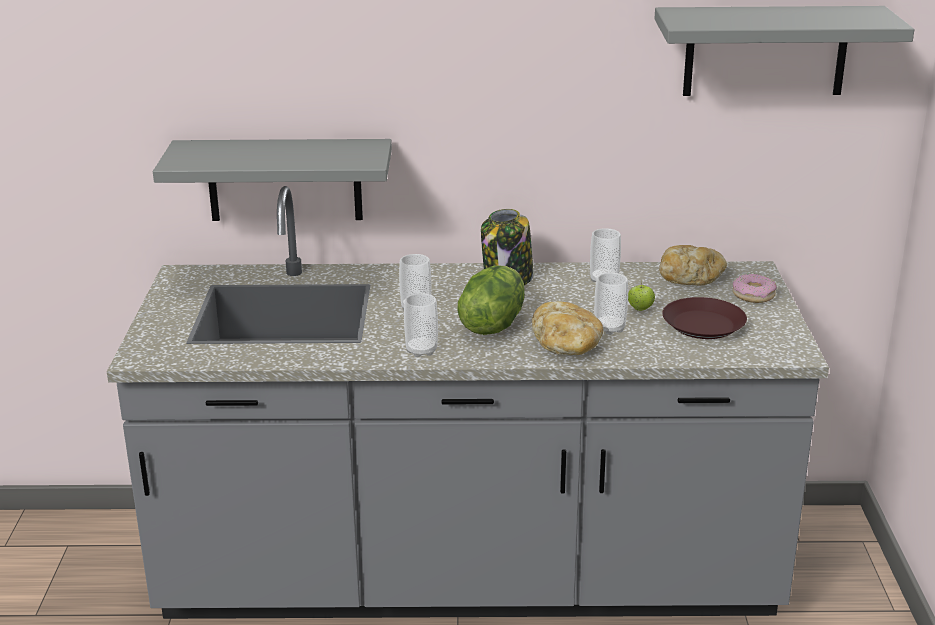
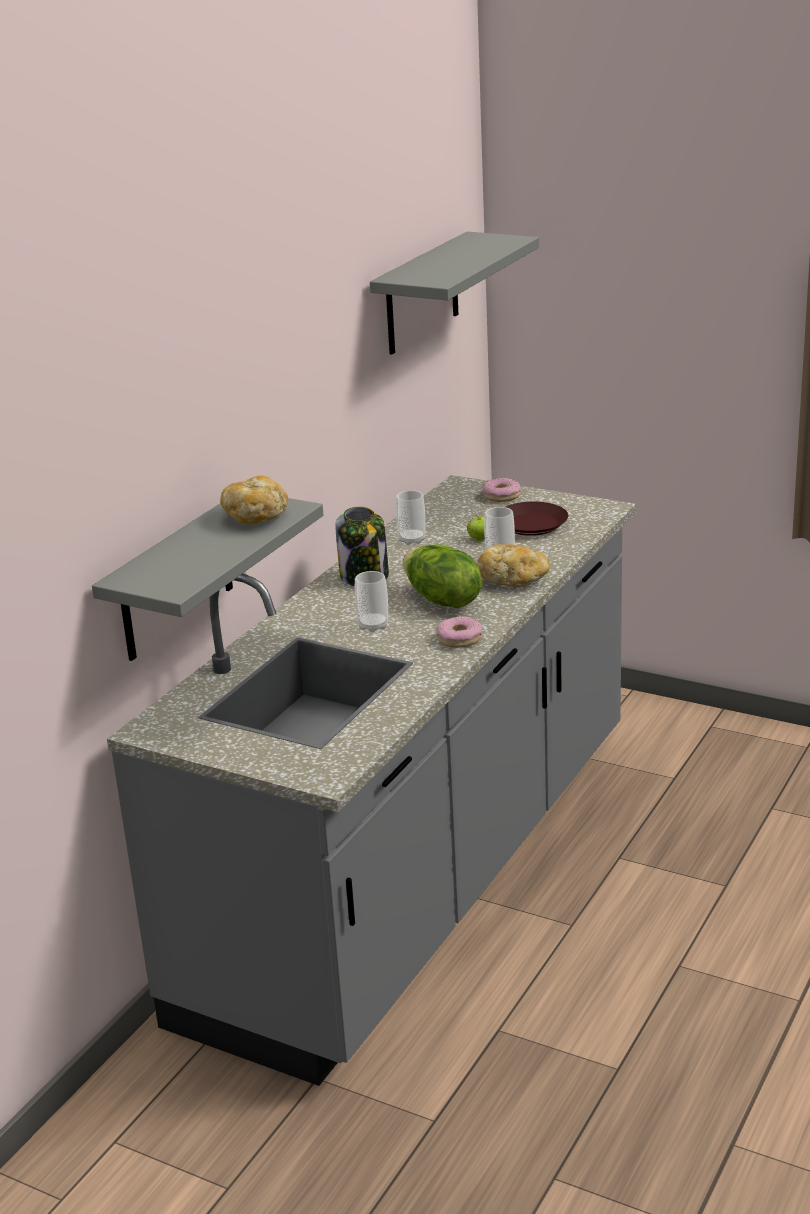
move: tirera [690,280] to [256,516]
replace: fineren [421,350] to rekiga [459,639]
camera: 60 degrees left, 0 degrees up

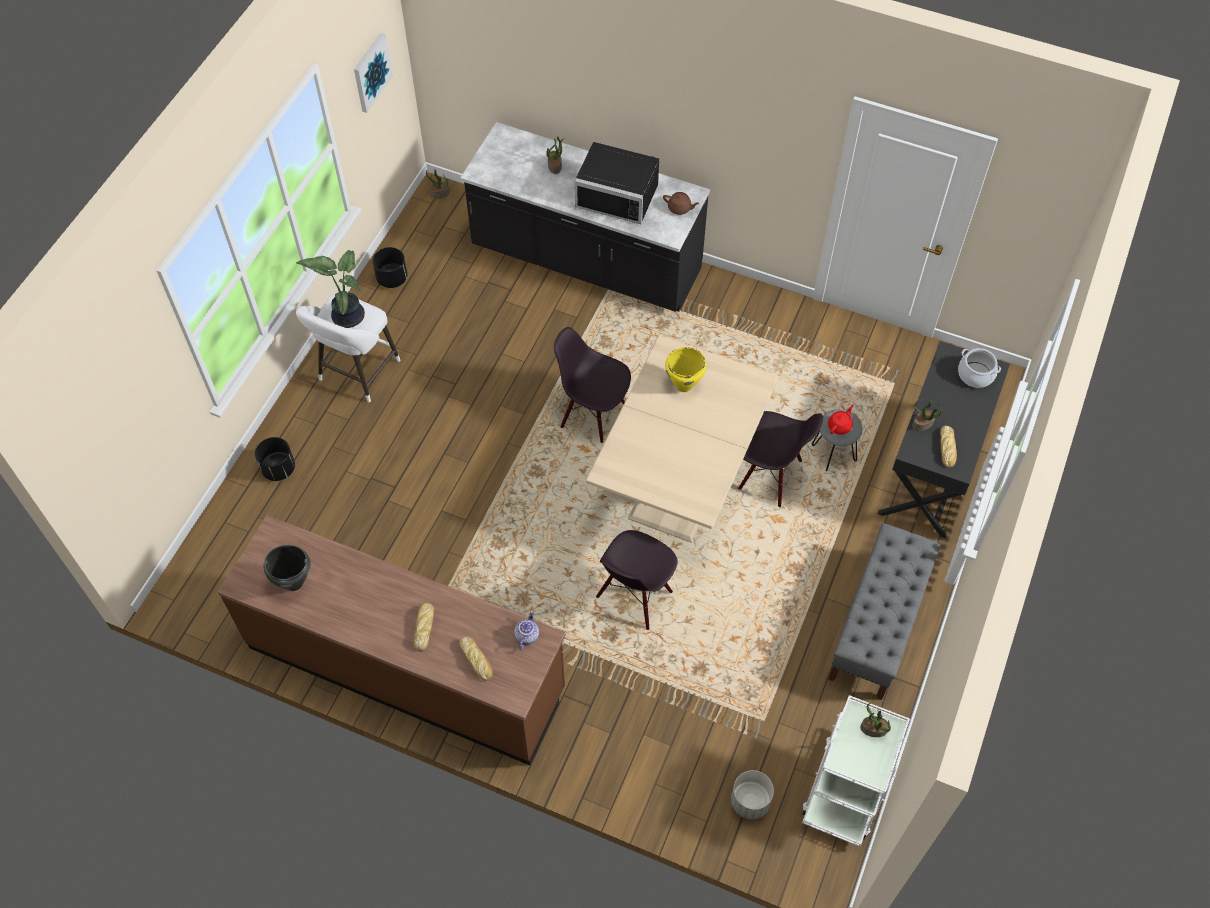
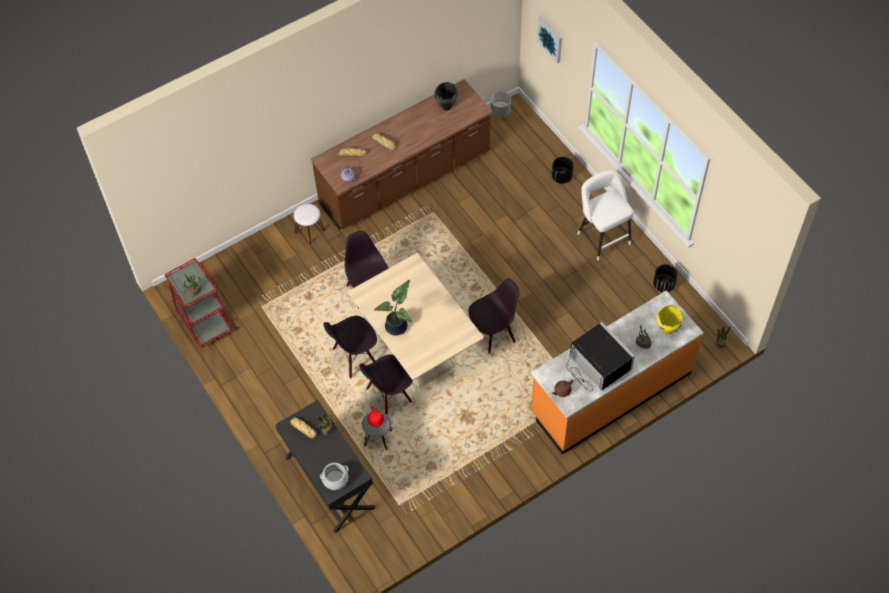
delete: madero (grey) [877,626]
insert: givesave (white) [309,231]; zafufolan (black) [354,357]
move: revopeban [347,315] to [397,327]; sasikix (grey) [750,801] to [500,111]; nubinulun [371,72] to [550,39]; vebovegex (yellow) [683,385] to [667,330]
recolor: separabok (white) [846,788] to separabok (red) [203,320]; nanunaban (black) [586,261] to nanunaban (orange) [610,392]
rotate: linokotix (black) [619,193] = [596,365] 90 degrees clockwise
camera: 125 degrees right, 0 degrees up

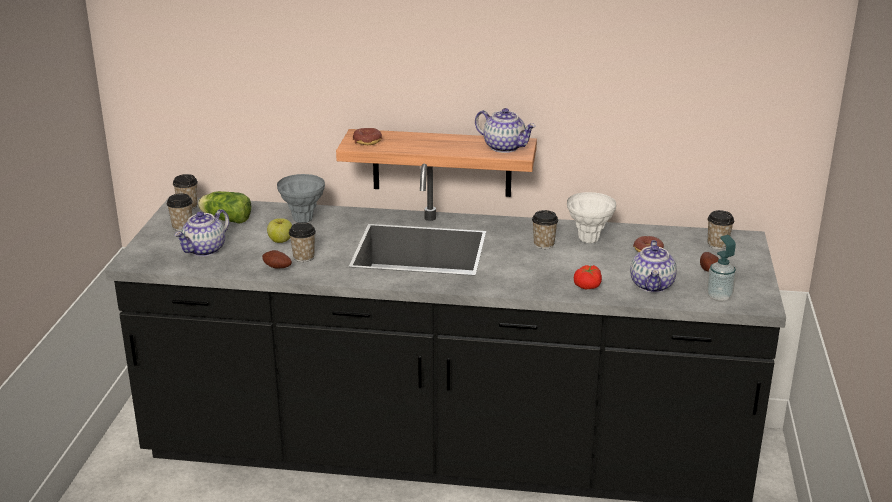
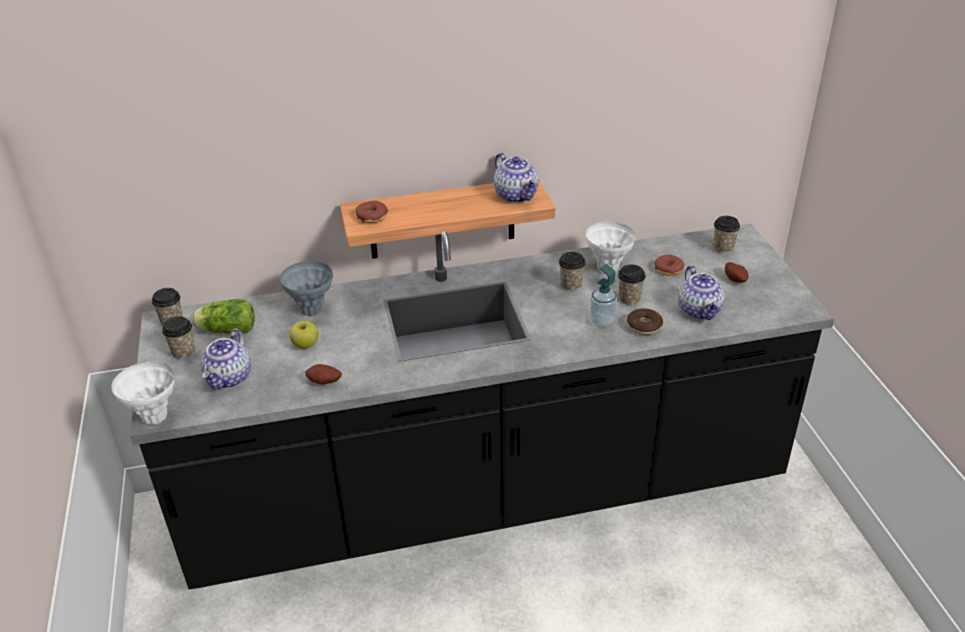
insert: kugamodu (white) [154,418]
move: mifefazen [719,296] to [602,320]; fineren [303,257] to [629,299]
replace: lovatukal [588,286] to rekiga [644,326]
rotate: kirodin [505,147] = [517,195] 45 degrees clockwise
camera: 20 degrees left, 10 degrees up

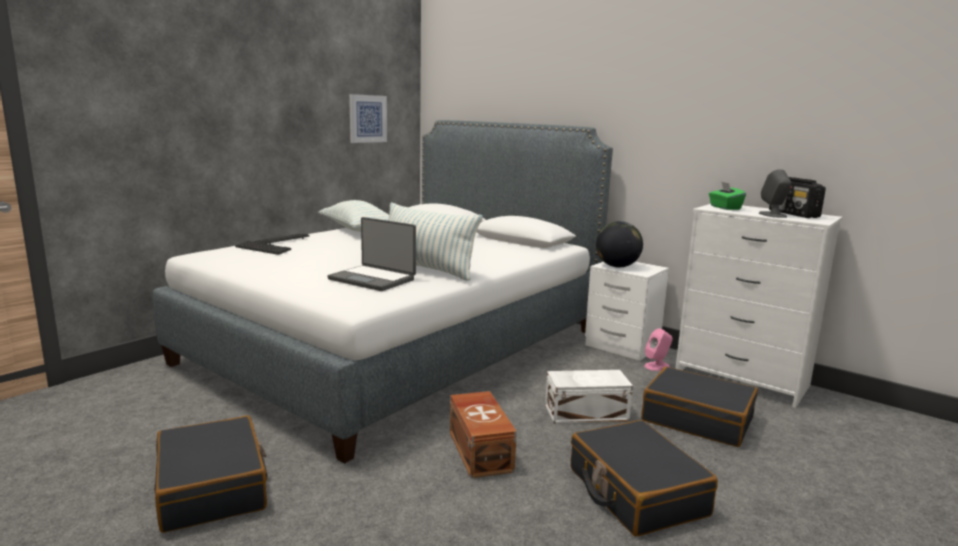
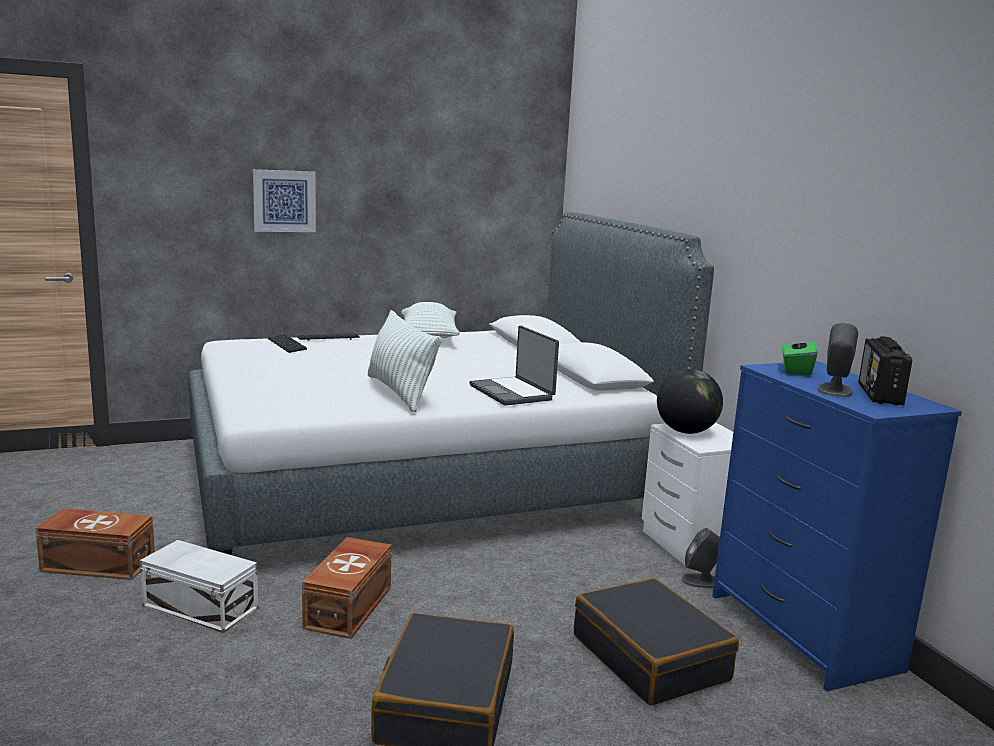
move: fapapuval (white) [584,412] to [200,606]; nubinulun [367,118] to [284,201]; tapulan [373,279] to [512,392]
replace: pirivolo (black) [213,488] to fapapuval (brown) [98,563]
recolor: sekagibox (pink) [657,366] to sekagibox (grey) [701,581]; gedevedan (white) [741,379] to gedevedan (blue) [801,632]
camera: 30 degrees right, 0 degrees up

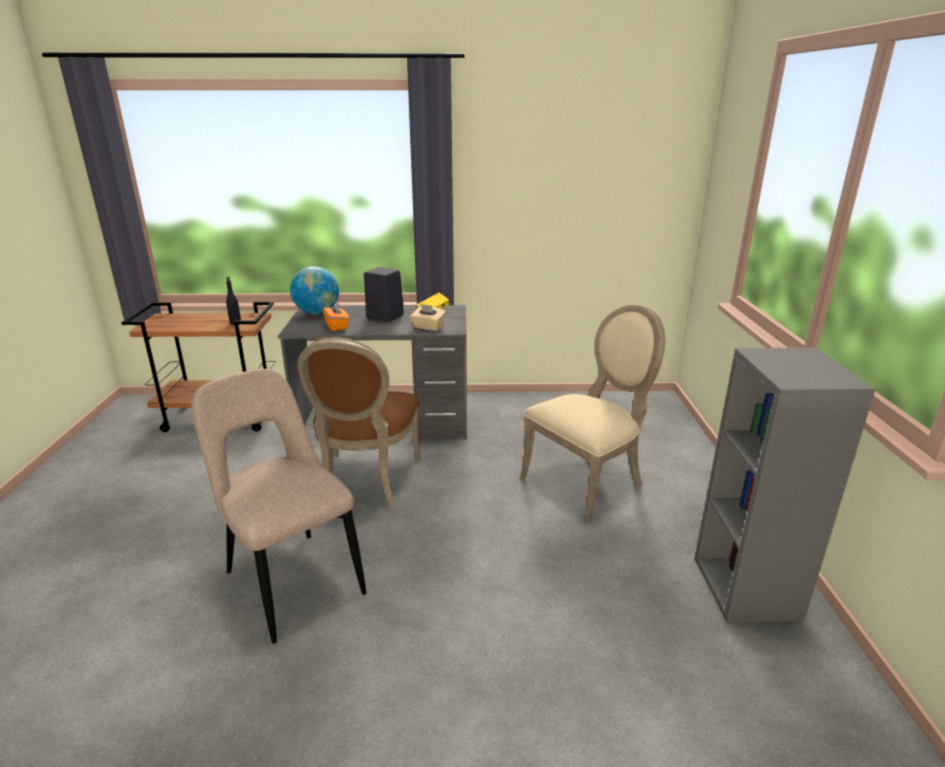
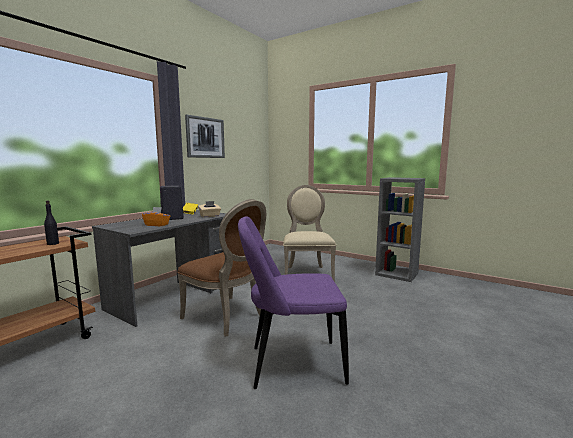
delete: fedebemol [317,313]
insert: nubinulun [205,137]
recolor: zafufolan (beige) [291,579] to zafufolan (purple) [291,364]
camera: 55 degrees left, 15 degrees down

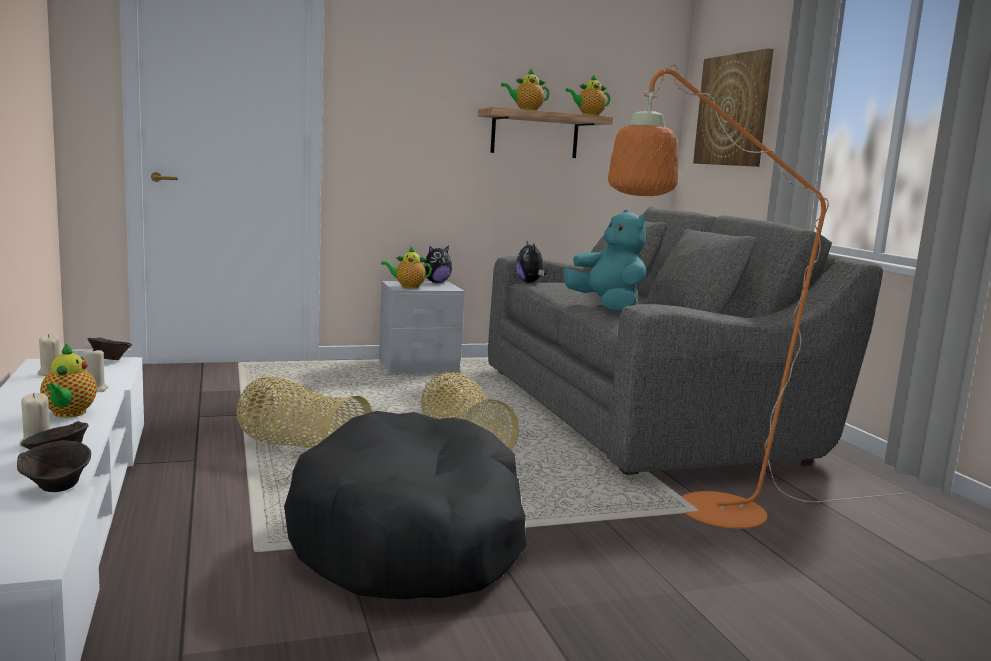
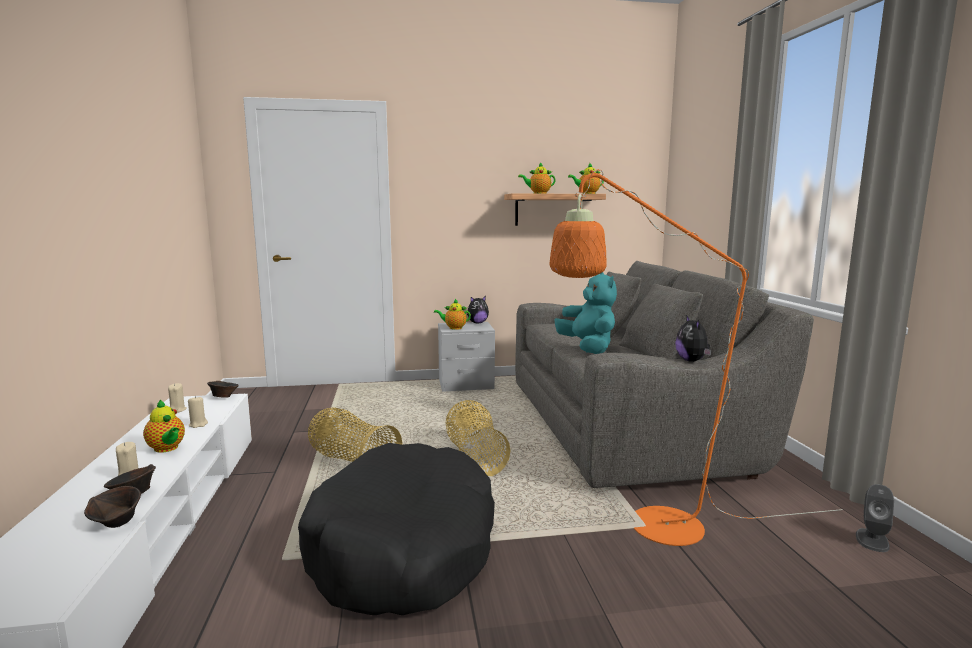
delete: nubinulun [733,110]
insert: sekagibox (grey) [872,540]
move: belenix [530,282] to [692,361]
rotate: kirodin [68,414] = [167,449] 45 degrees counterclockwise
camera: 10 degrees right, 0 degrees up

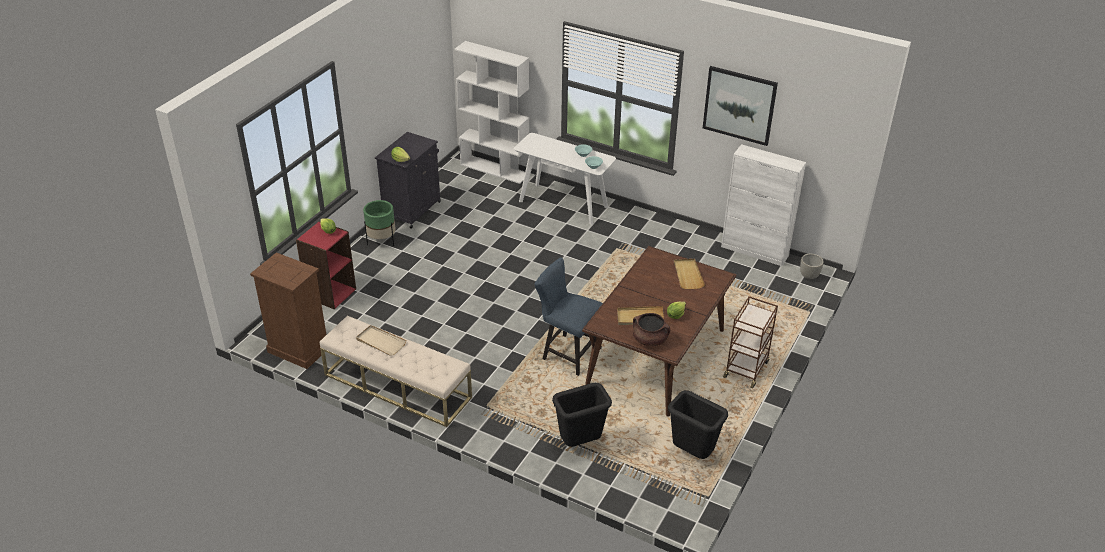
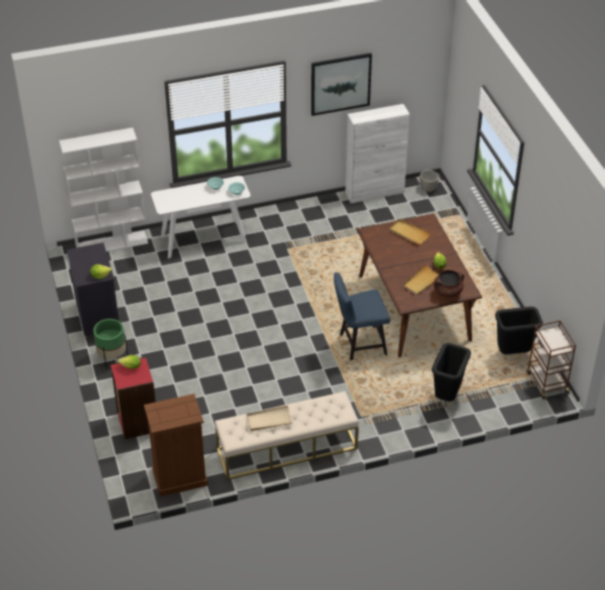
move: separabok (brown) [746,369] to [546,382]
camera: 45 degrees left, 5 degrees up

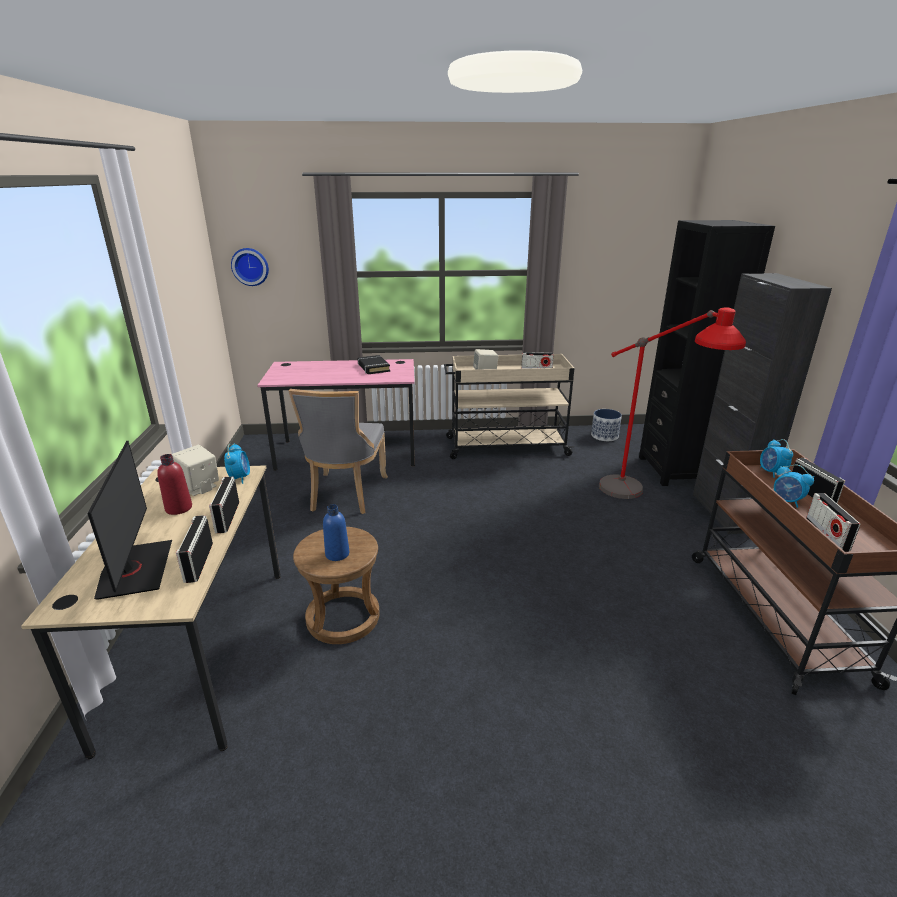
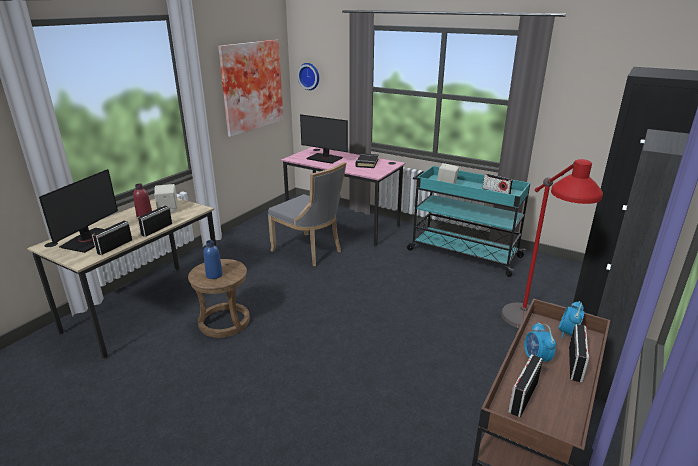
delete: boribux [240,478]; sasikix [604,436]
insert: nubinulun [250,86]; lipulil [325,158]
recolor: separabok (beige) [505,446] to separabok (turquoise) [462,253]
rotate: zafufolan (grey) [346,495] = [309,251] 90 degrees counterclockwise
camera: 35 degrees right, 0 degrees up

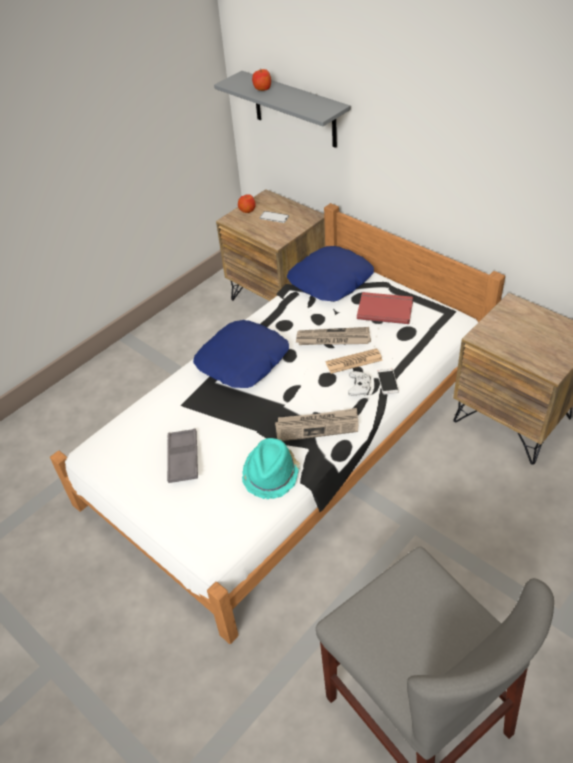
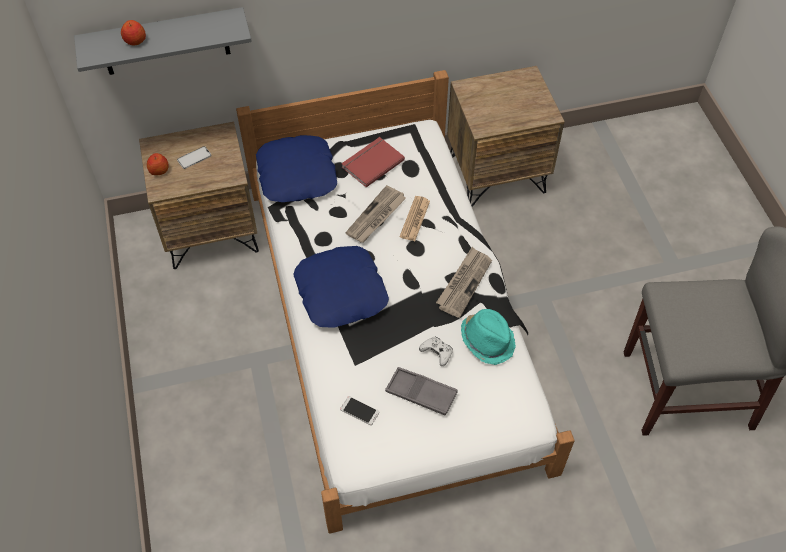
move: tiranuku [387,381] to [359,410]; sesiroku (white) [359,388] to [437,353]
camera: 60 degrees left, 10 degrees up

